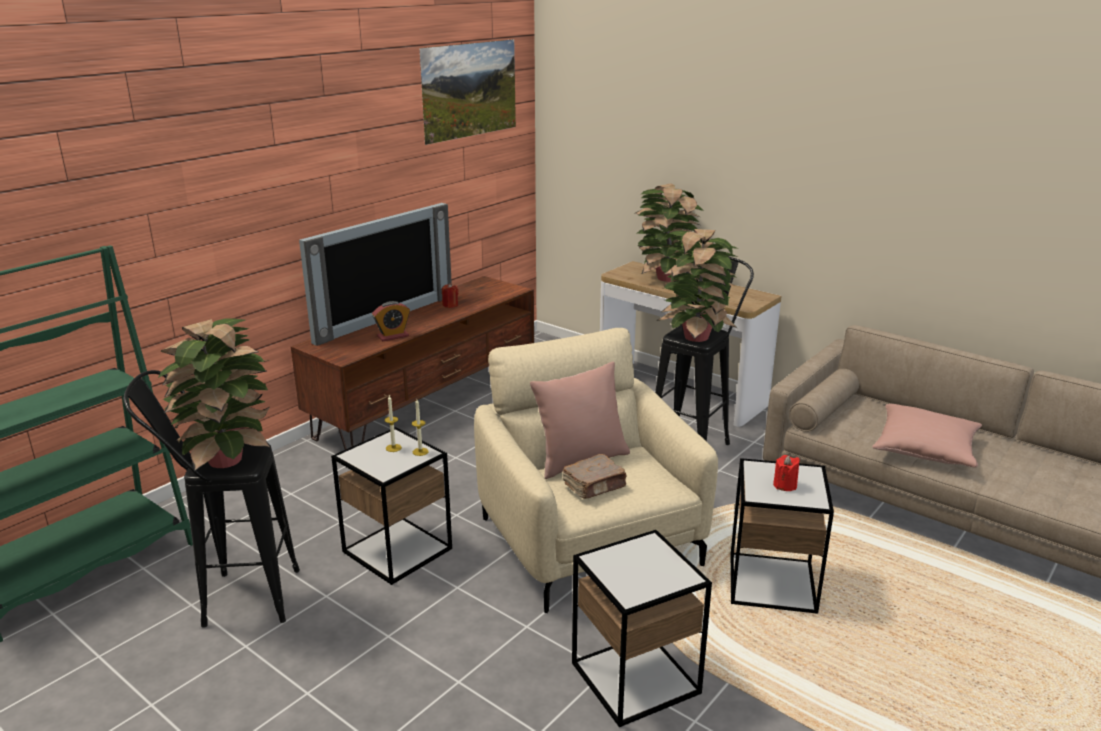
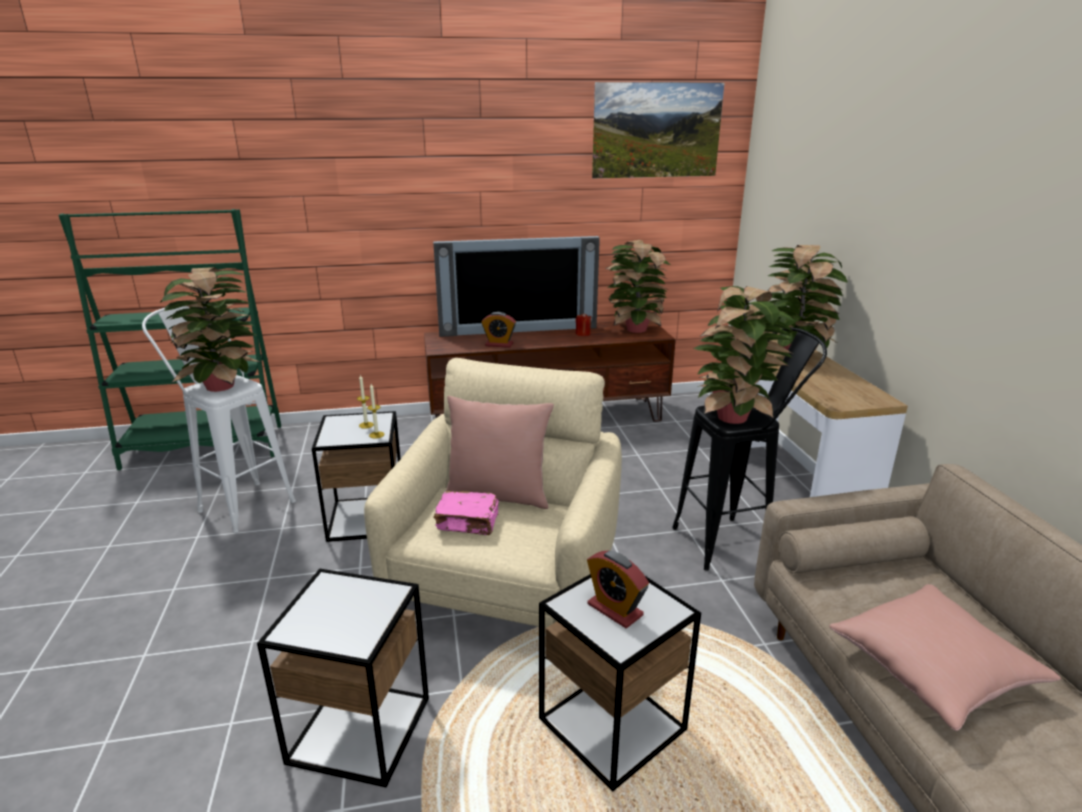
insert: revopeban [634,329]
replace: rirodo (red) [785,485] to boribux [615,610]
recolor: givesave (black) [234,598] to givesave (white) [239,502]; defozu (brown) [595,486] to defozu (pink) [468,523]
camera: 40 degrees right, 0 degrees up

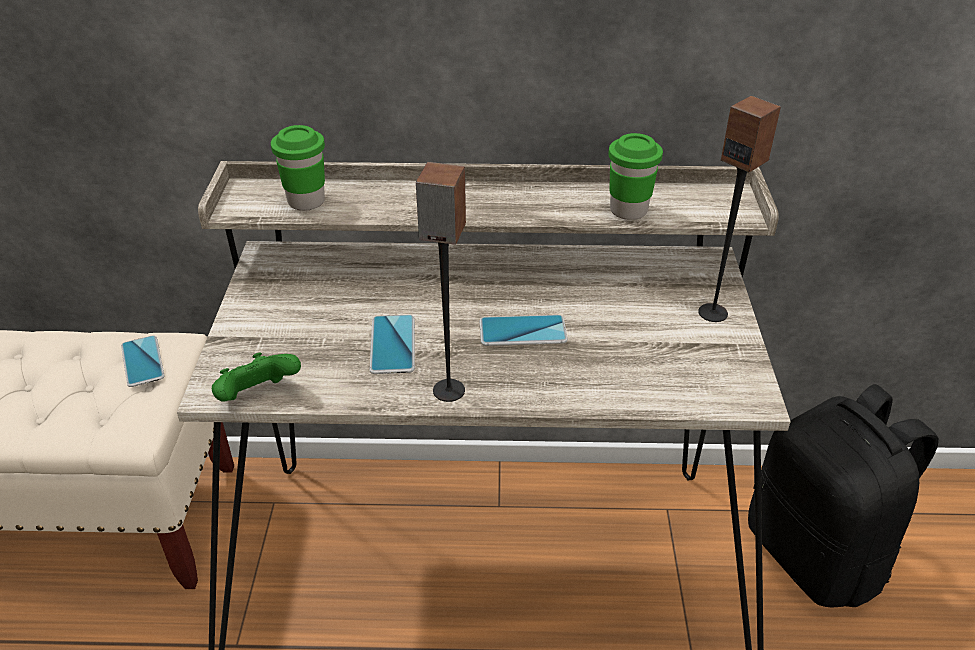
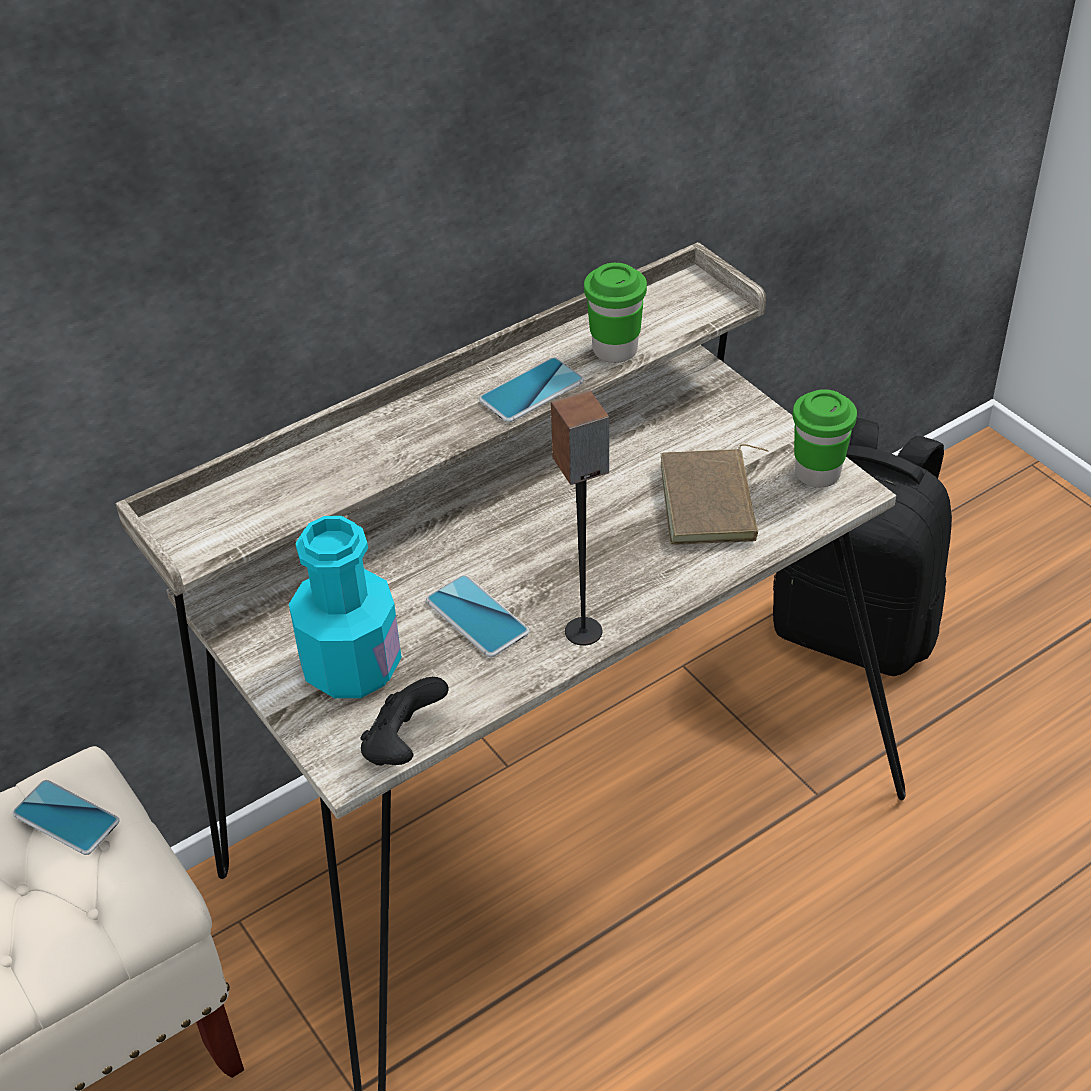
delete: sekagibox [713,312]
insert: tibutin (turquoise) [351,666]; defozu (brown) [712,503]
move: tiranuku [523,332] to [531,391]; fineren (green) [306,201] to [817,474]
recolor: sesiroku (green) [258,397] to sesiroku (black) [403,745]
camera: 35 degrees left, 5 degrees up

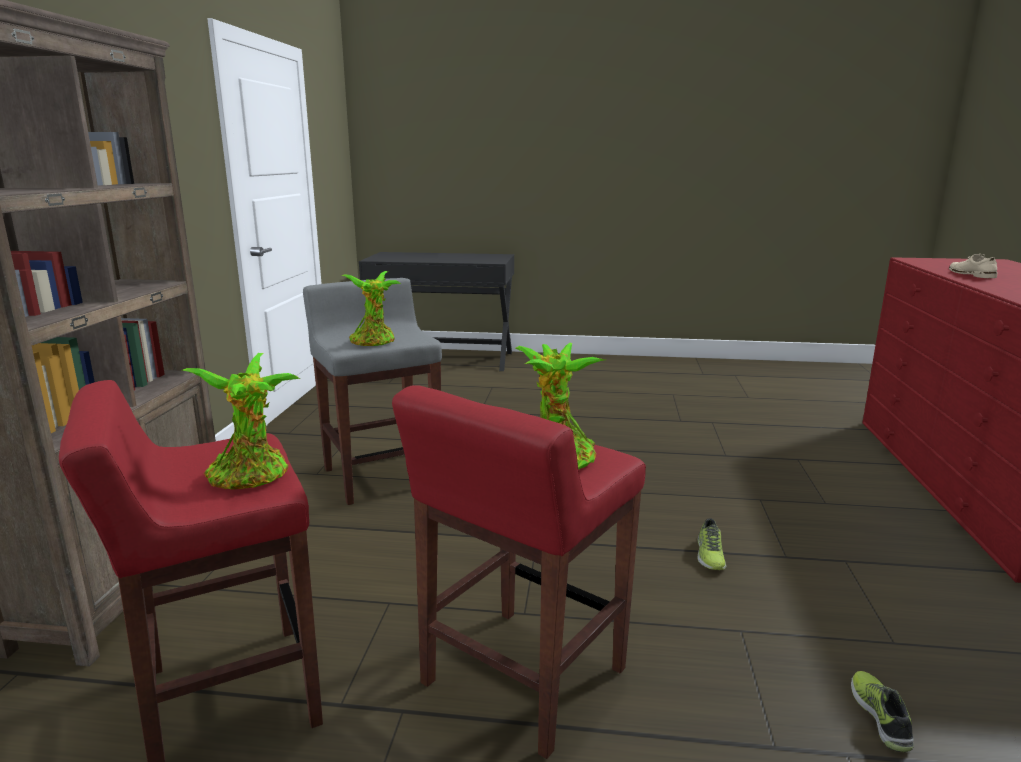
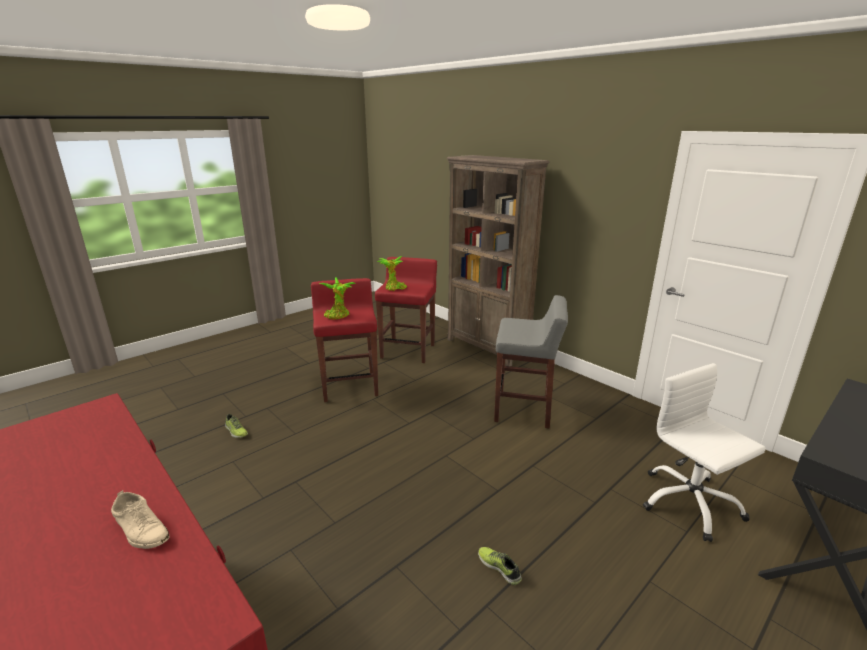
delete: revopeban [374,342]
insert: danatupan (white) [689,503]
move: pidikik [709,555] to [499,567]
camera: 130 degrees right, 5 degrees up

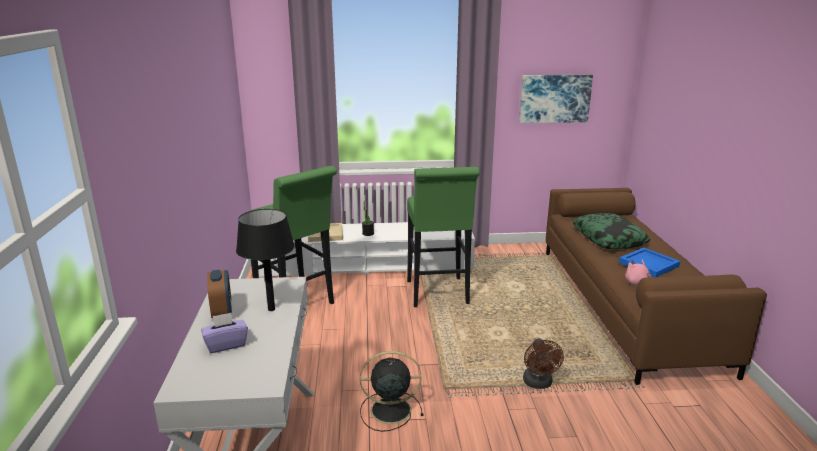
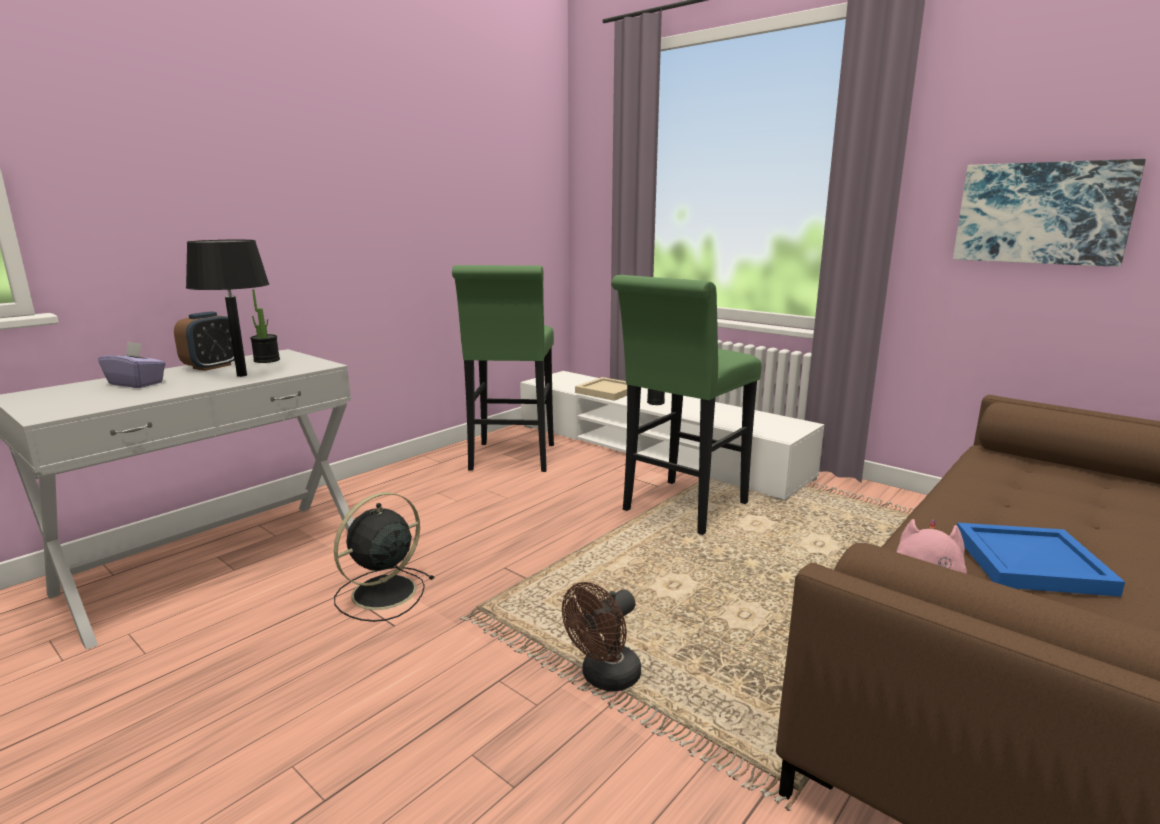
delete: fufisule [609,238]
insert: revopeban [267,360]
rotate: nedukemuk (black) [389,410] = [381,593] 90 degrees counterclockwise
camera: 45 degrees right, 5 degrees down

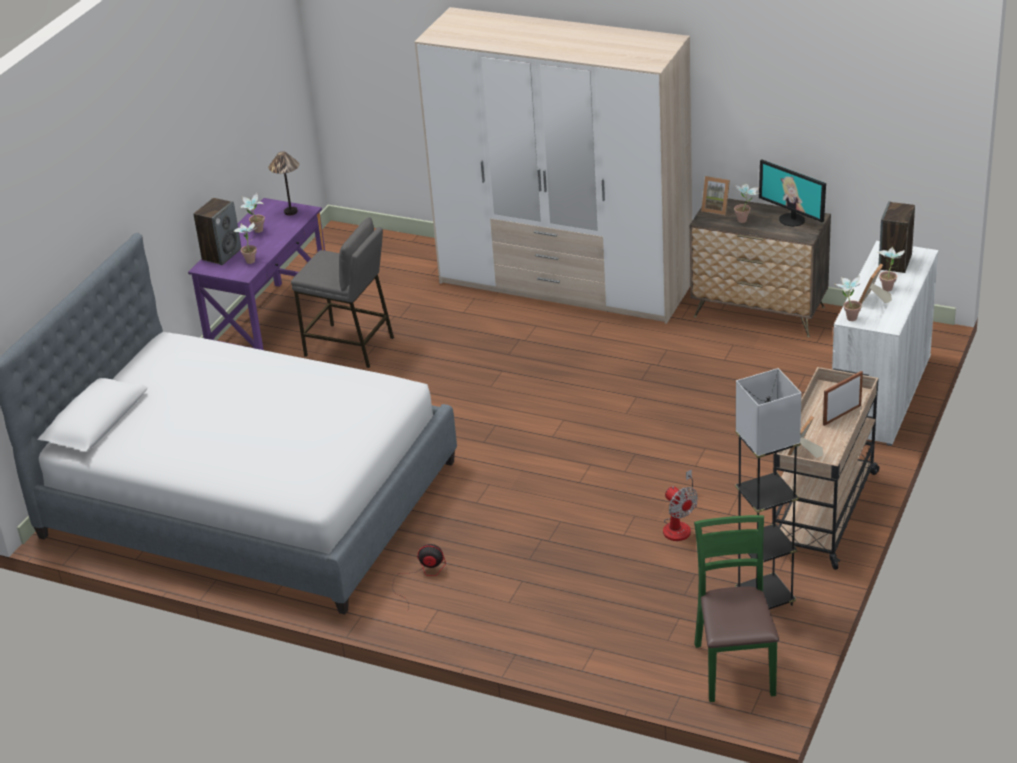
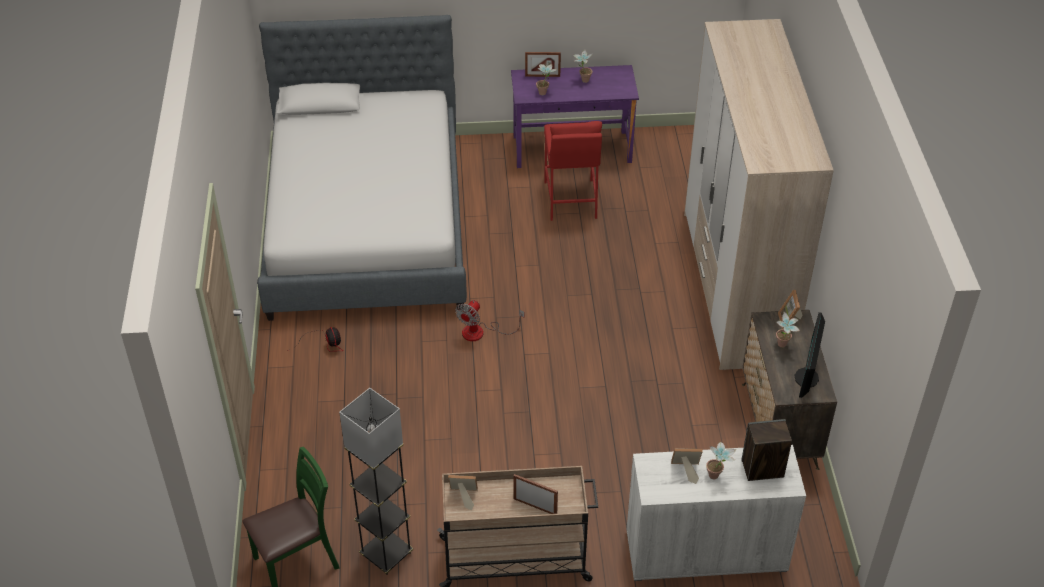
delete: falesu [290,212]; revopeban [848,317]
move: nedukemuk [679,525] to [481,332]
replace: sekagibox [221,254] to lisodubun [542,76]
recolor: givesave (grey) [349,346] to givesave (red) [570,200]
camera: 60 degrees right, 10 degrees up

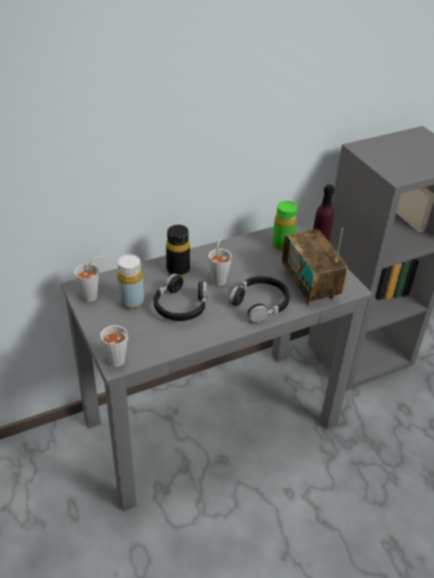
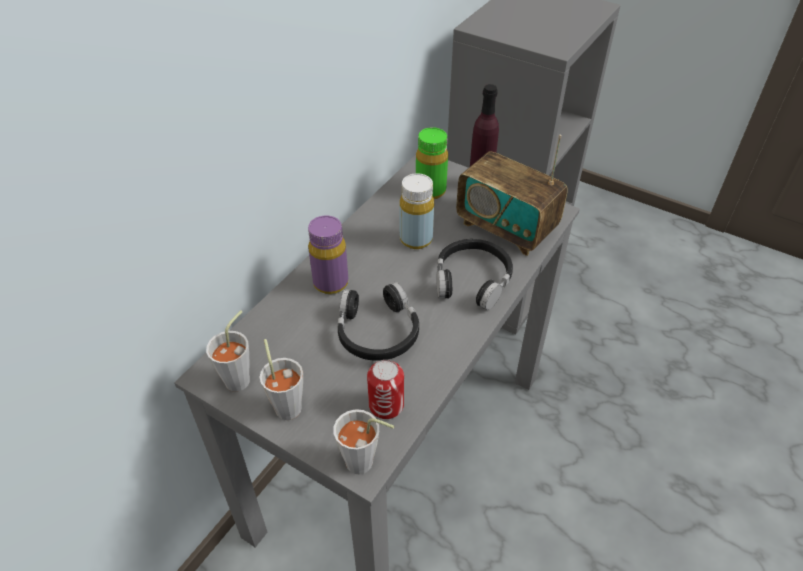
insert: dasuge [386,405]
move: fineren (grey) [219,278] to [287,404]; tibutin (yellow) [131,302] to [416,239]
recolor: tibutin (black) [178,270] to tibutin (purple) [331,283]
camera: 30 degrees left, 5 degrees up

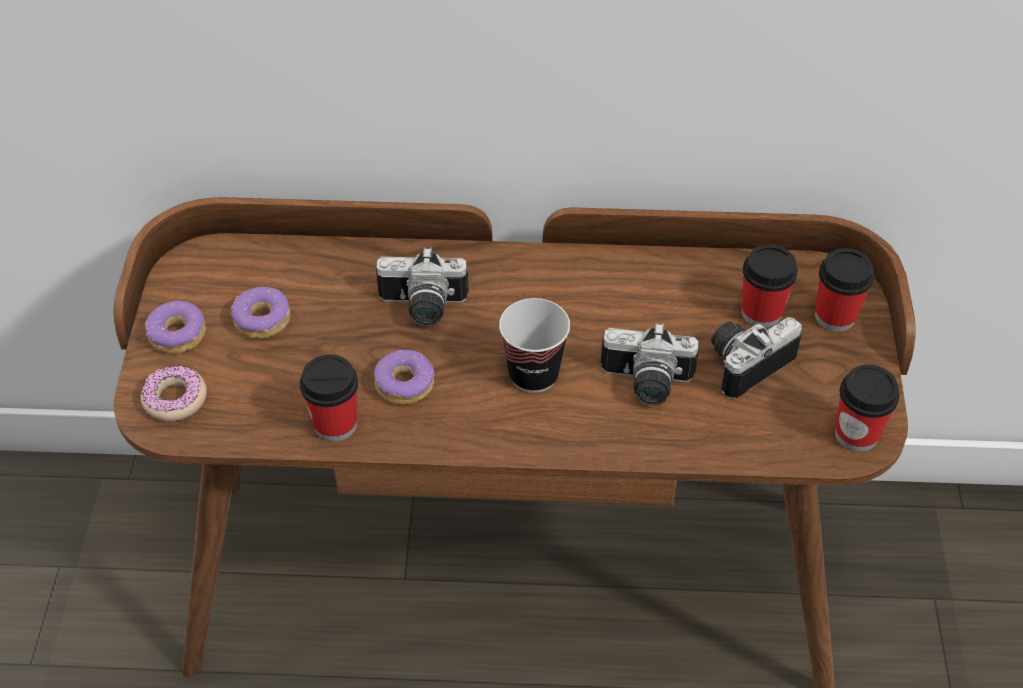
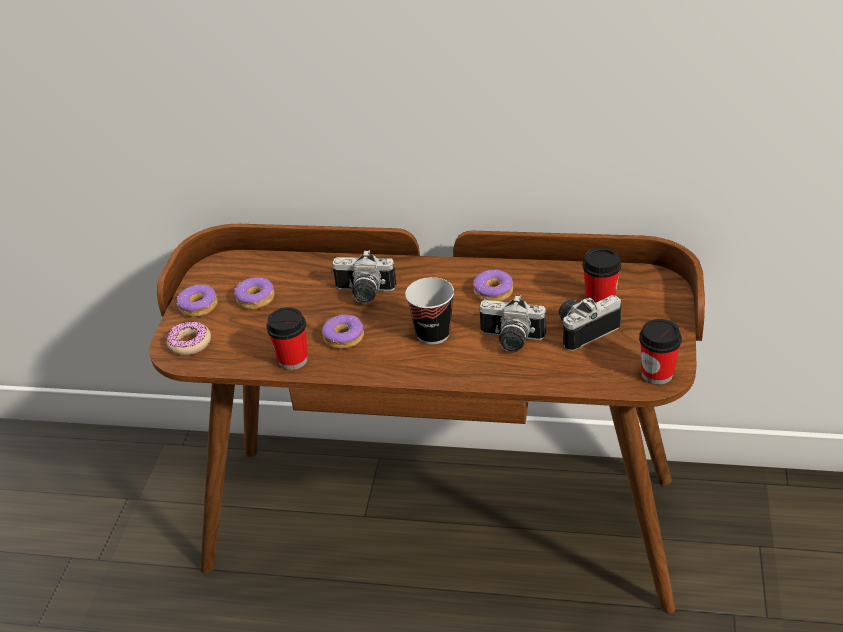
delete: fineren [835,316]
insert: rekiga [493,292]
camera: 10 degrees right, 10 degrees down

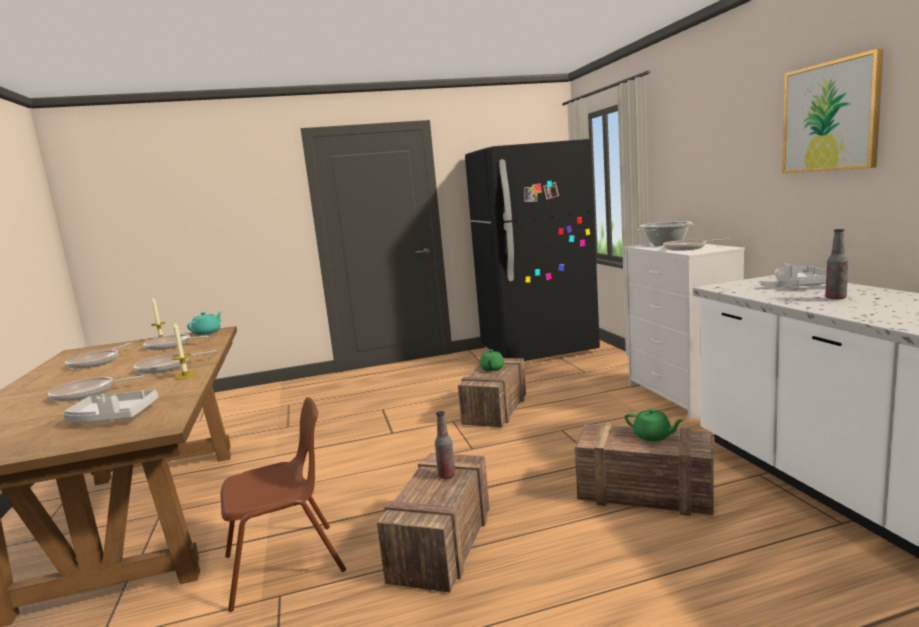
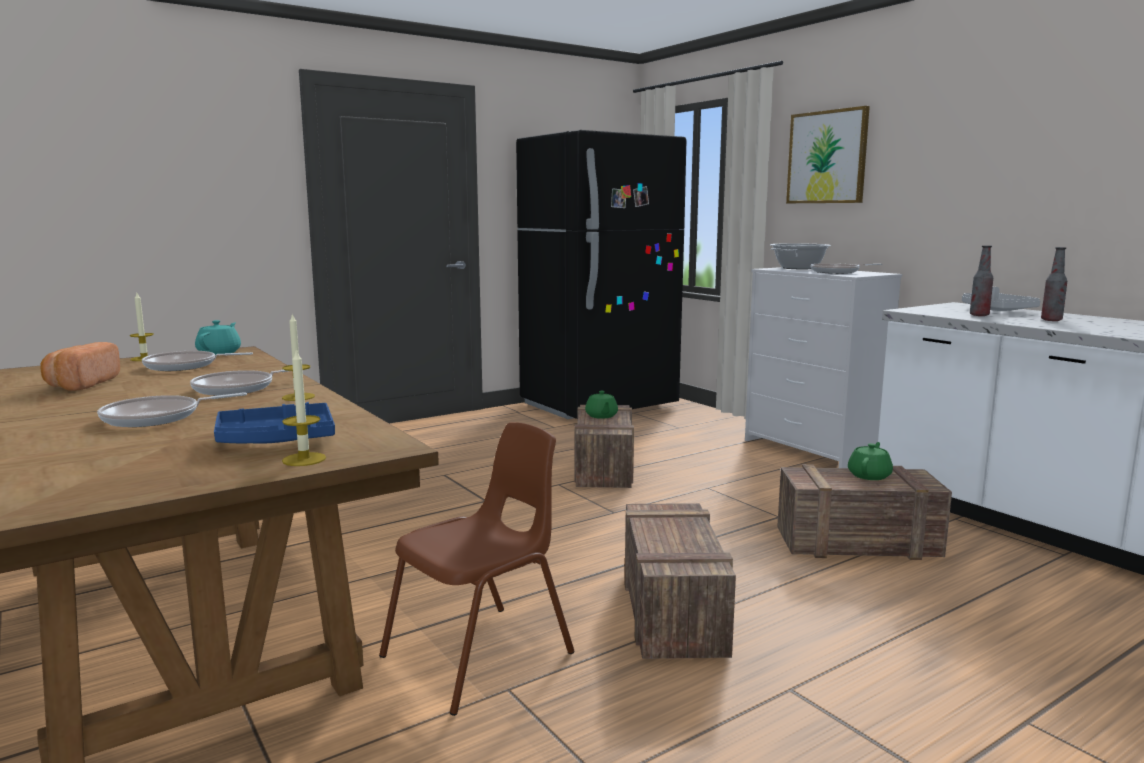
insert: rirodo [304,459]
move: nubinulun [830,117] to [827,157]; tibutin [446,475] to [979,315]
replace: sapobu [97,362] to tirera [81,384]
recolor: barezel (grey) [113,417] to barezel (blue) [277,440]
rotate: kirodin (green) [653,436] = [869,475] 75 degrees counterclockwise
camera: 20 degrees left, 0 degrees up

